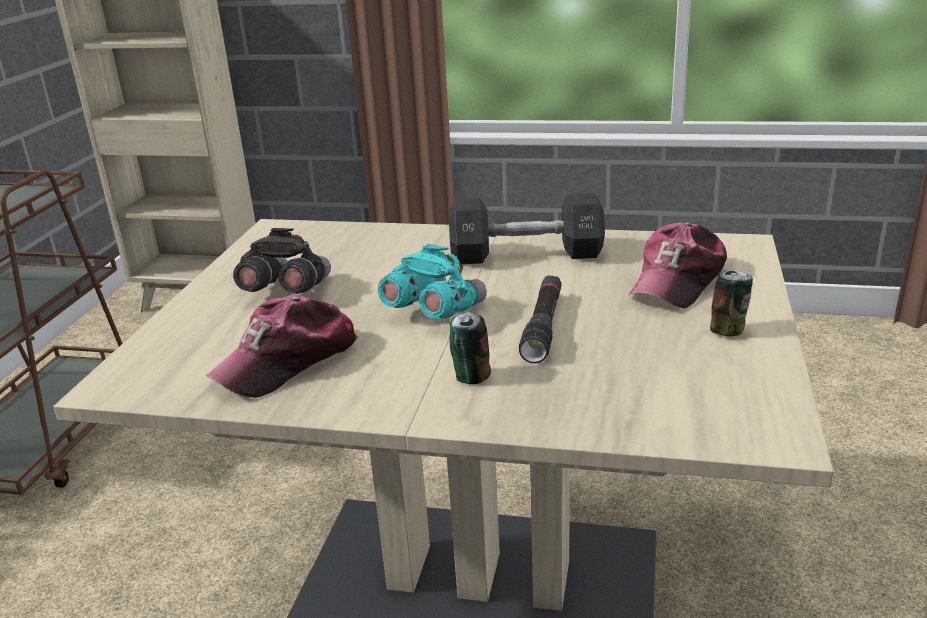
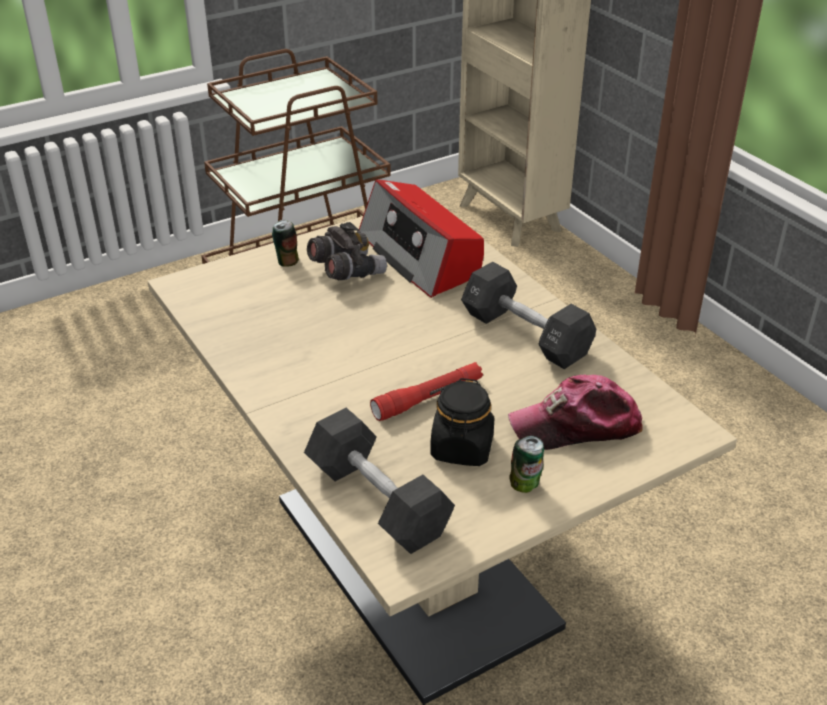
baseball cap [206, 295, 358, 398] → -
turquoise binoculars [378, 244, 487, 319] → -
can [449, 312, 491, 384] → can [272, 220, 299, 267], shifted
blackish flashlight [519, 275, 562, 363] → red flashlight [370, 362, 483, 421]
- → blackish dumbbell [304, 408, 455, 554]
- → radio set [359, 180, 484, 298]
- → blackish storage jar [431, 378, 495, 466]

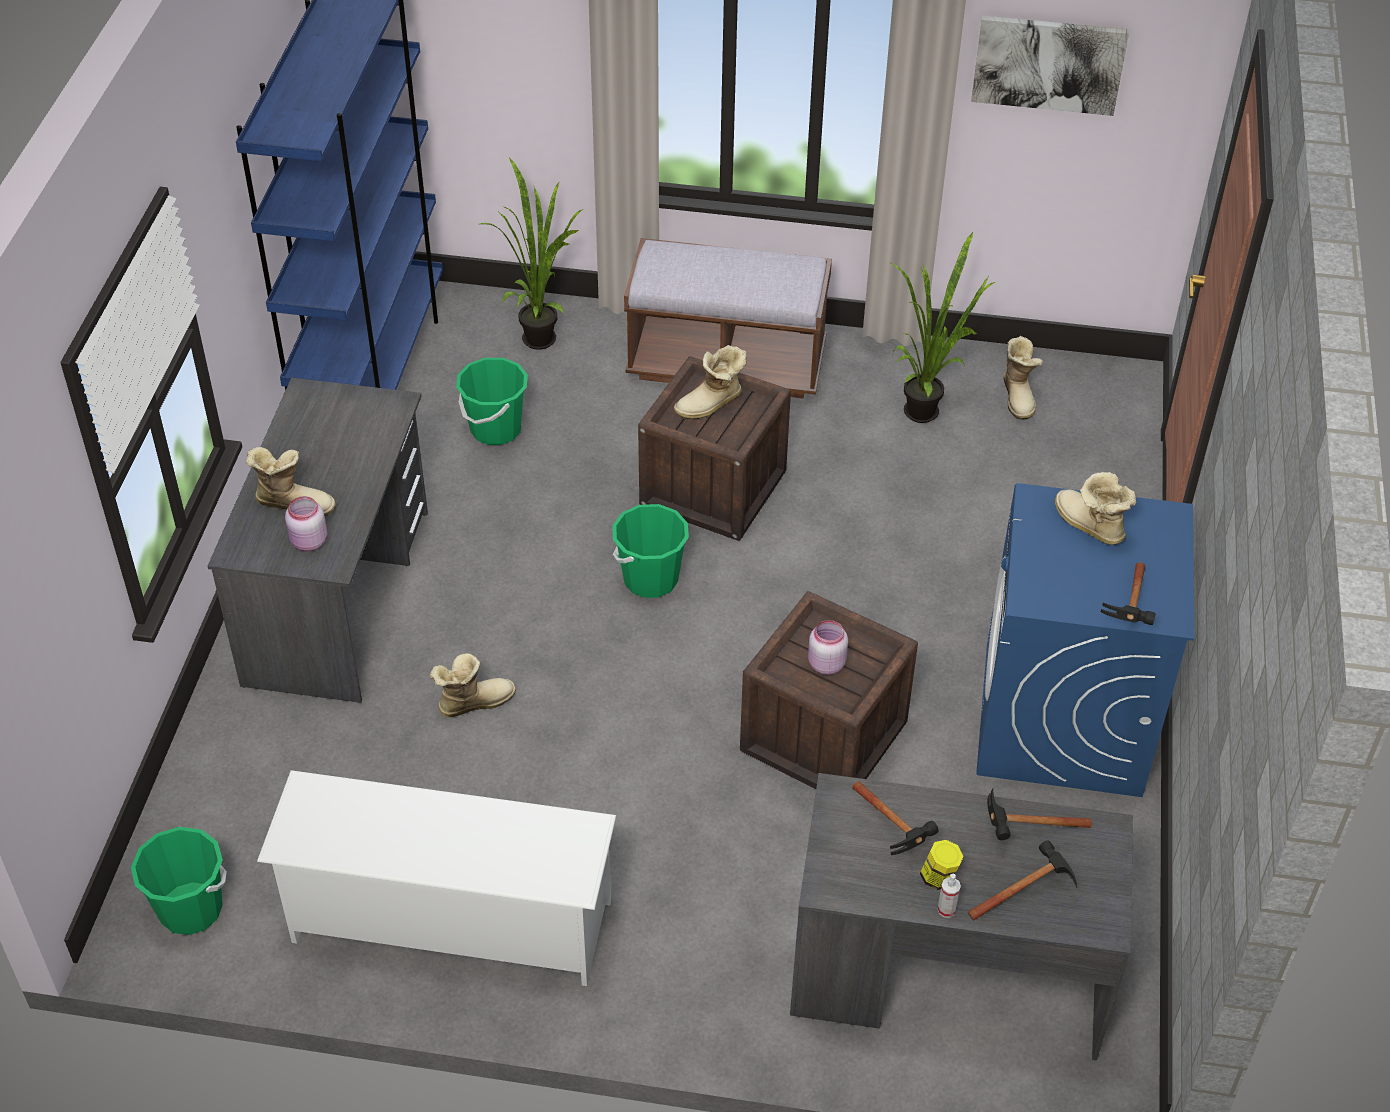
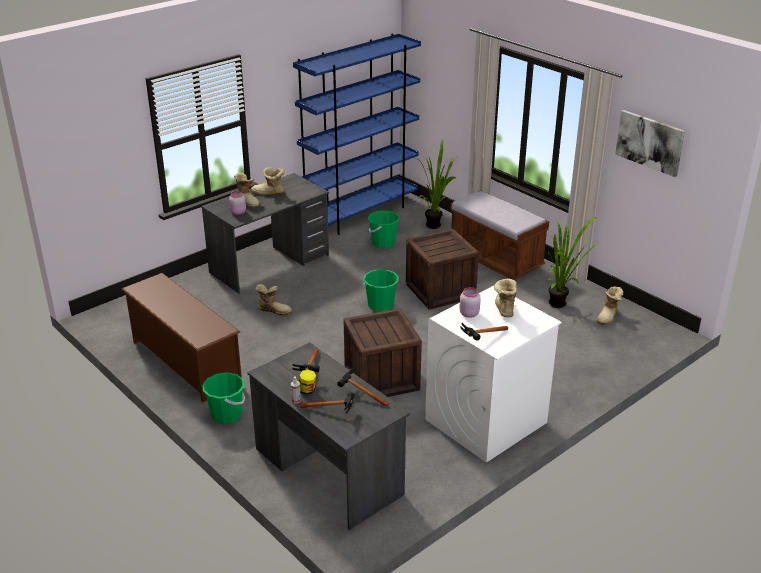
green water bucket [131, 827, 227, 935] → green water bucket [202, 372, 245, 424], shifted
white shoe stand [257, 770, 616, 986] → brown-coloured shoe stand [121, 273, 242, 403]
tall boot [674, 345, 747, 420] → tall boot [251, 167, 284, 195], shifted
pink storage jar [808, 620, 848, 675] → pink storage jar [459, 287, 481, 318], shifted
blue washing machine [976, 483, 1194, 797] → white washing machine [425, 286, 562, 463]

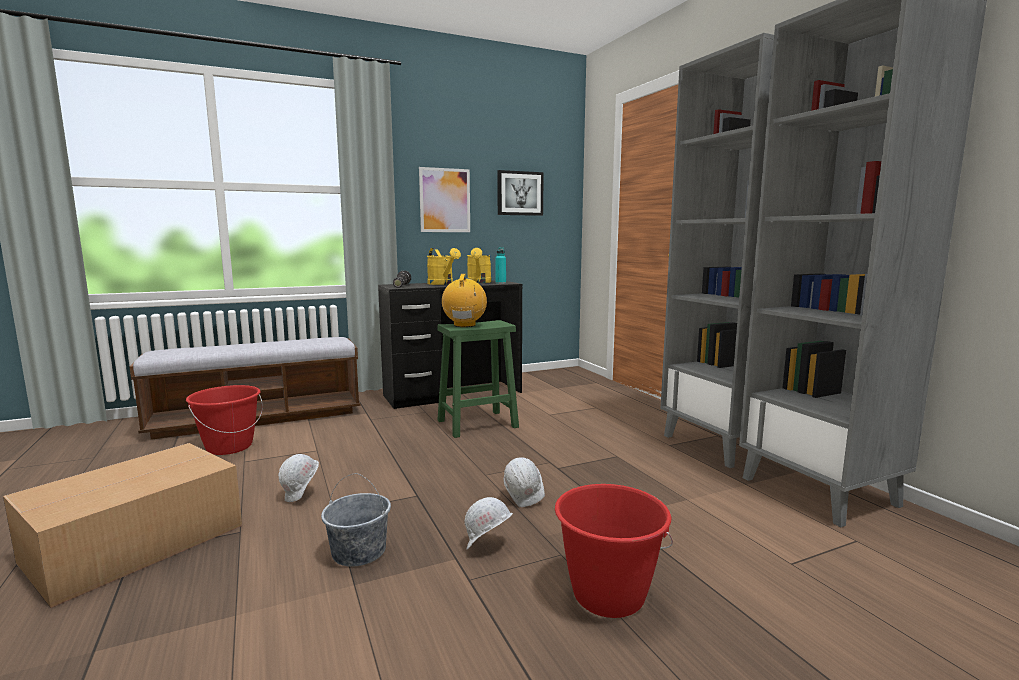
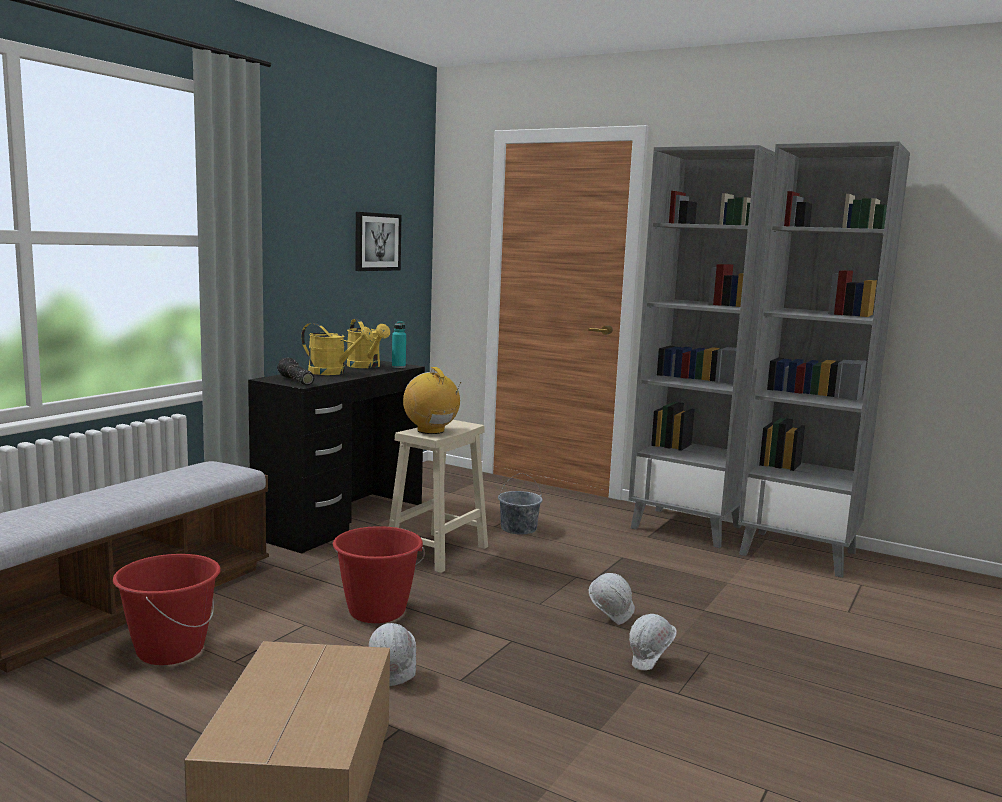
grey water bucket [321, 473, 391, 567] → grey water bucket [498, 473, 542, 535], shifted
wall picture [419, 167, 470, 232] → -
green sitting stool [437, 320, 519, 438] → beige sitting stool [389, 420, 488, 573]
red water bucket [555, 484, 673, 618] → red water bucket [332, 526, 425, 623], shifted

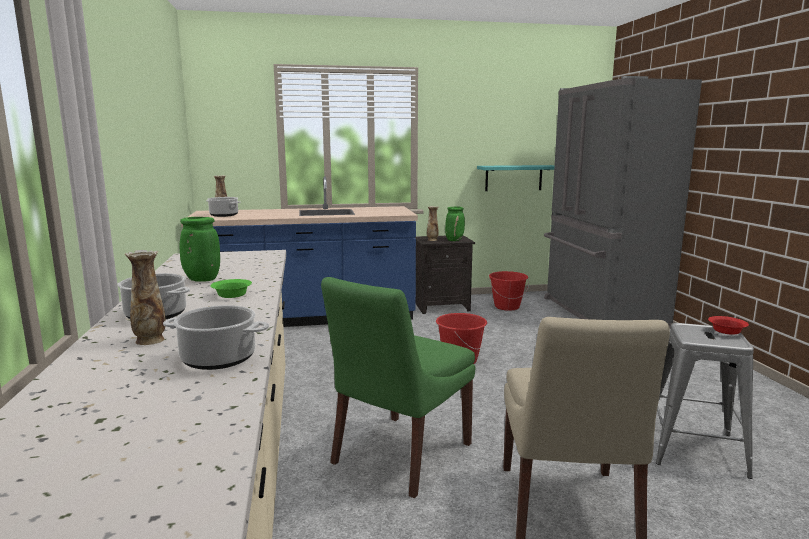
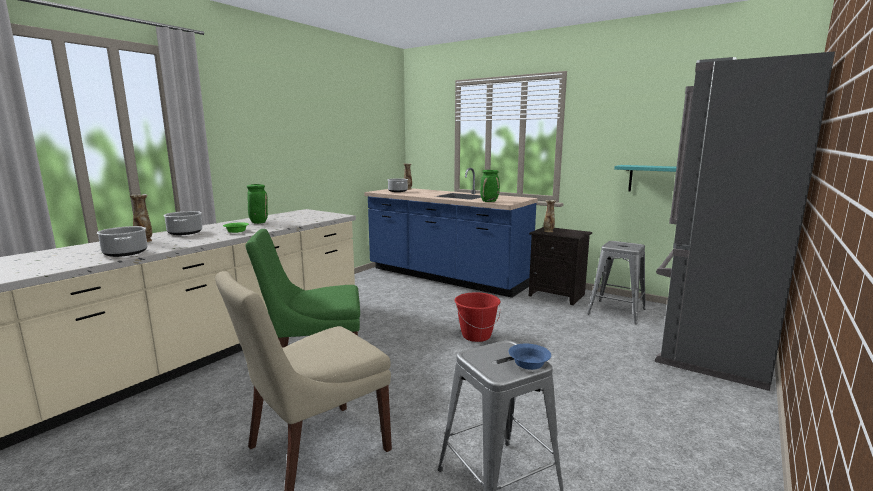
green flower vase [445, 206, 465, 241] → green flower vase [480, 170, 500, 202], shifted
red water bucket [489, 271, 529, 311] → grey sitting stool [587, 241, 646, 324]
red serving bowl [708, 316, 749, 335] → blue serving bowl [509, 344, 551, 370]

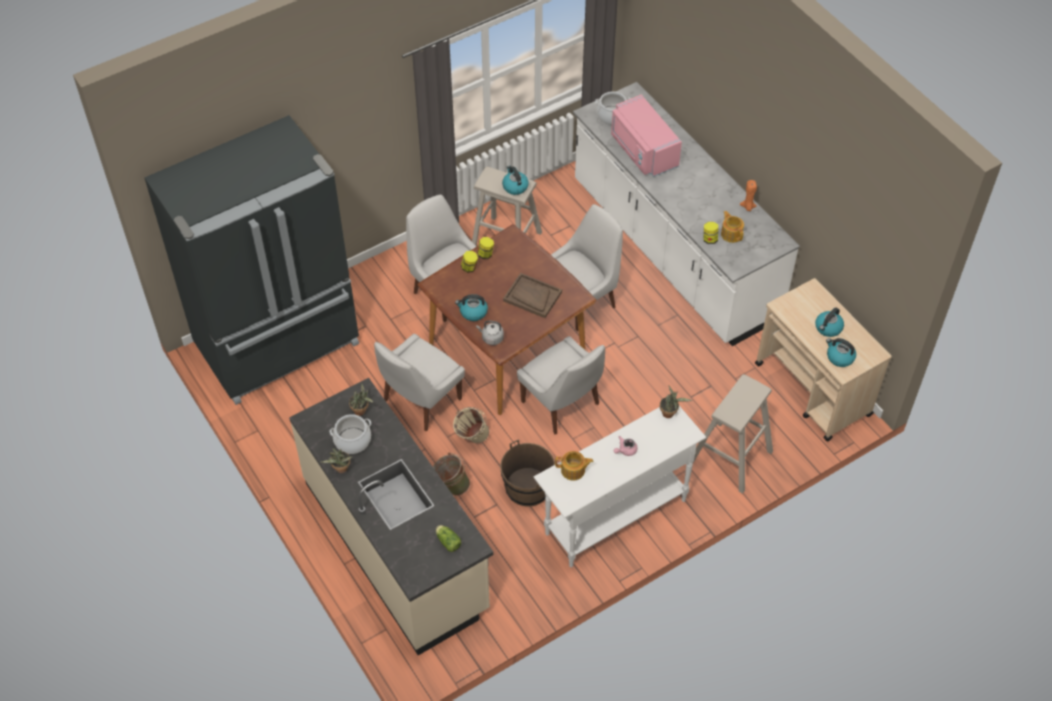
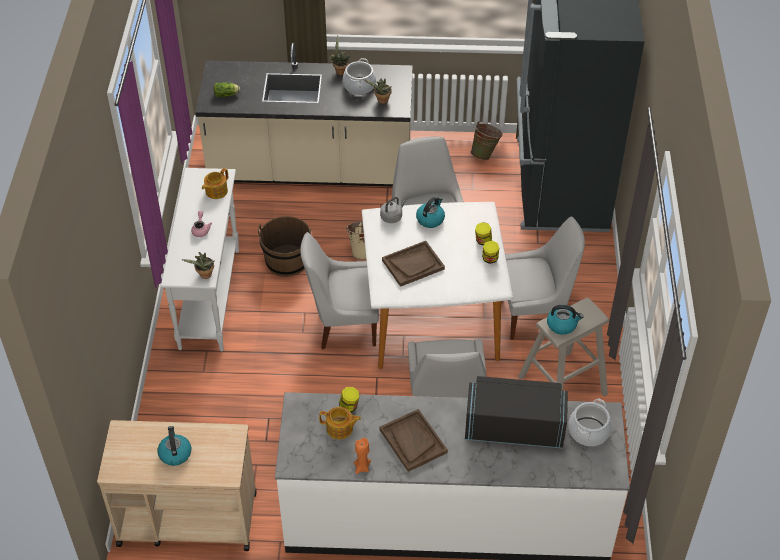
brown-coloured dining table [417, 224, 596, 415] → white dining table [362, 202, 513, 369]
green water bucket [433, 453, 470, 496] → green water bucket [471, 121, 503, 160], shifted
pink kitchen microwave [611, 95, 682, 177] → blackish kitchen microwave [465, 376, 568, 449]
beige sitting stool [693, 374, 773, 494] → -
tea kettle [826, 338, 856, 367] → -
- → brown-coloured carrying tray [380, 409, 448, 472]

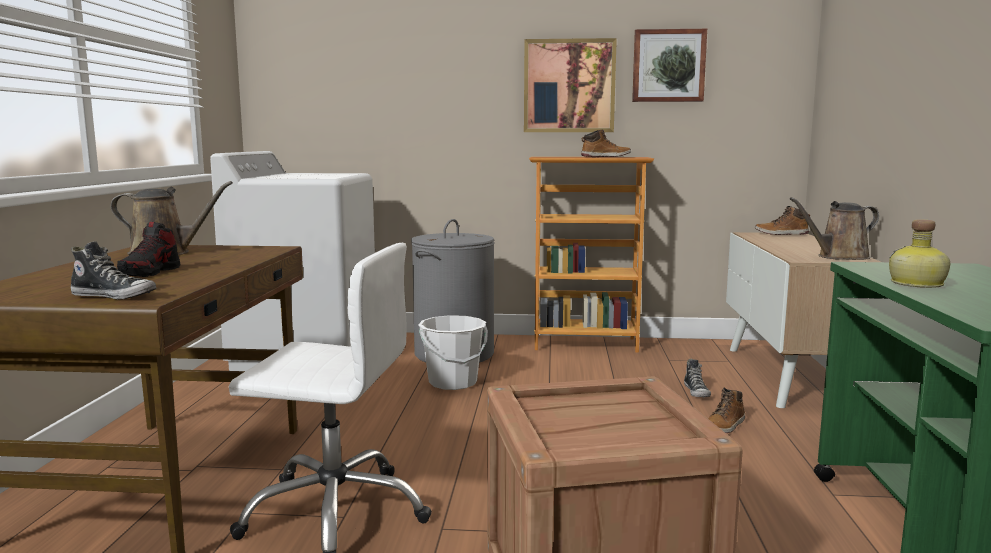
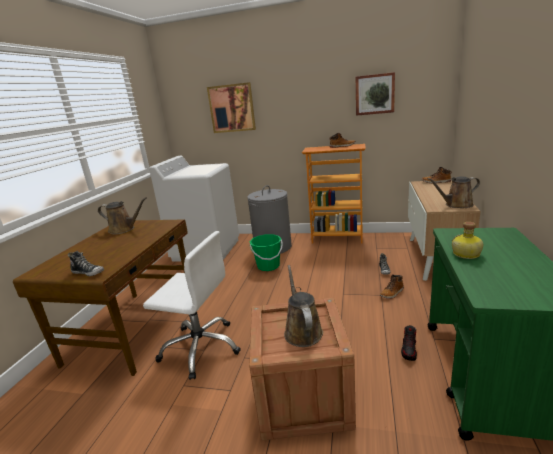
item of footwear [117, 222, 180, 277] → item of footwear [401, 325, 417, 361], shifted
white water bucket [418, 315, 488, 390] → green water bucket [250, 234, 283, 271]
wall picture [524, 38, 617, 132] → wall picture [207, 82, 256, 133], shifted
- → brown-coloured watering can [284, 265, 323, 347]

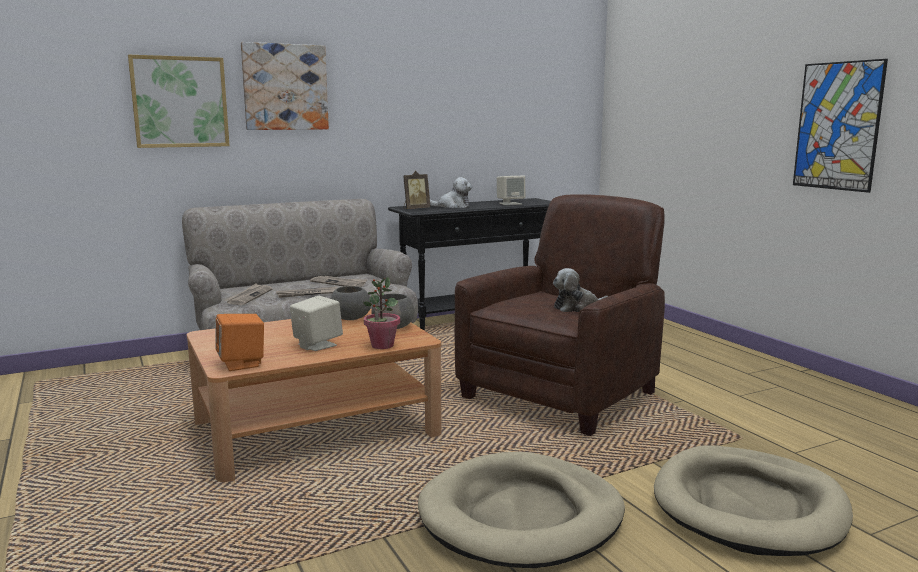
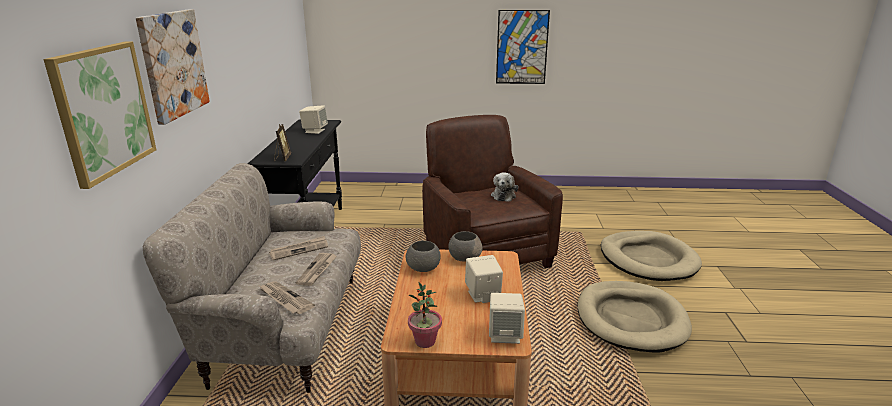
orange-coloured speaker [215, 314, 264, 371] → beige speaker [489, 293, 525, 344]
plant in a pot [363, 277, 400, 349] → plant in a pot [408, 282, 442, 348], shifted
plush toy [430, 177, 472, 208] → -

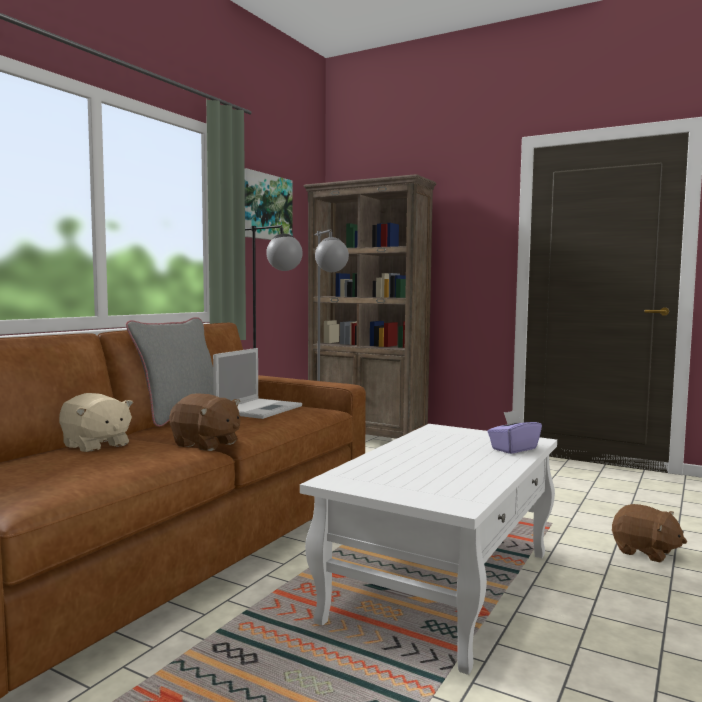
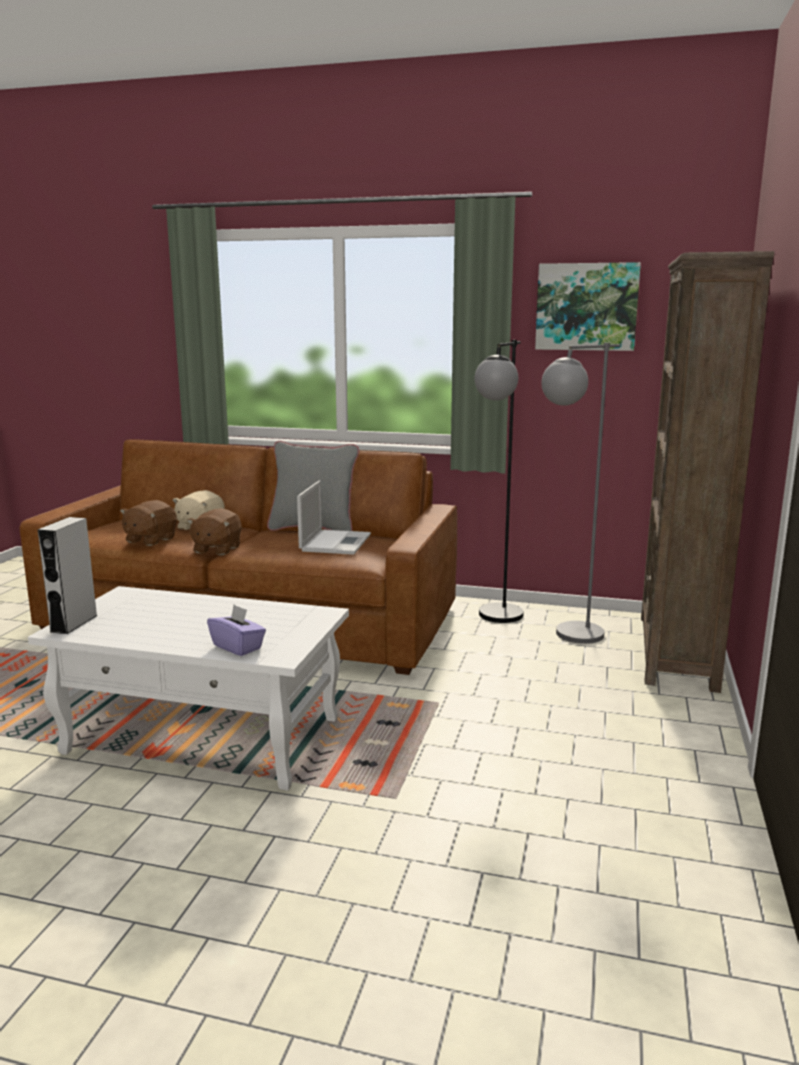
portable computer [213, 348, 302, 419] → portable computer [297, 480, 371, 555], 90 degrees counterclockwise
brown-coloured plush toy [612, 504, 687, 563] → brown-coloured plush toy [120, 500, 177, 546], shifted
- → grey speaker [37, 517, 98, 634]

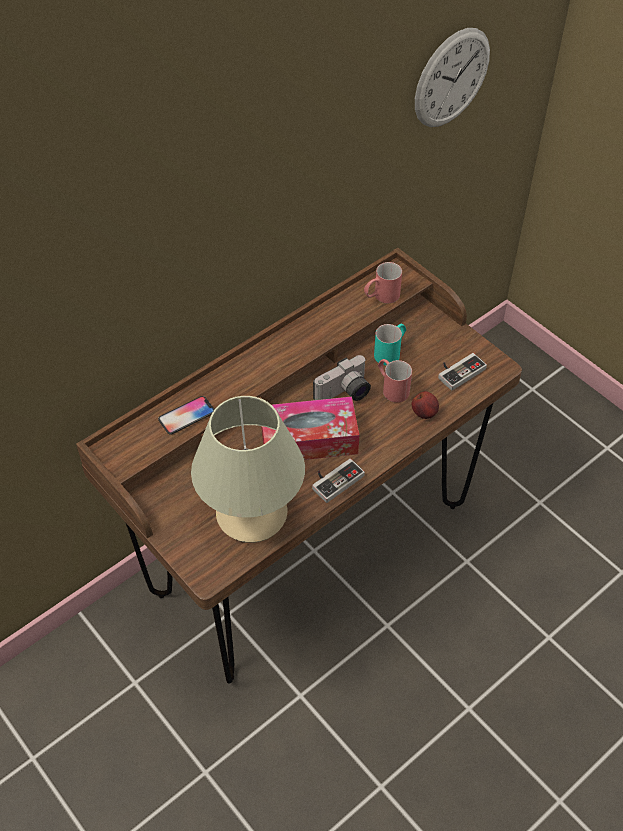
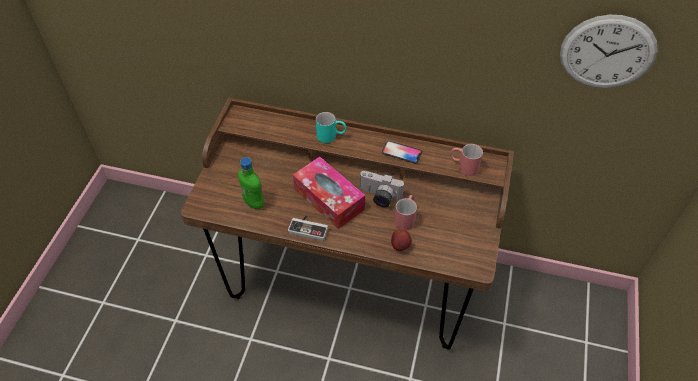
phone [158, 396, 215, 435] → phone [382, 141, 422, 163], shifted
beige table lamp [191, 396, 305, 543] → green bottle [238, 157, 264, 209]
turquoise mug [374, 324, 406, 365] → turquoise mug [316, 112, 346, 143], shifted
joypad [438, 353, 487, 391] → -

